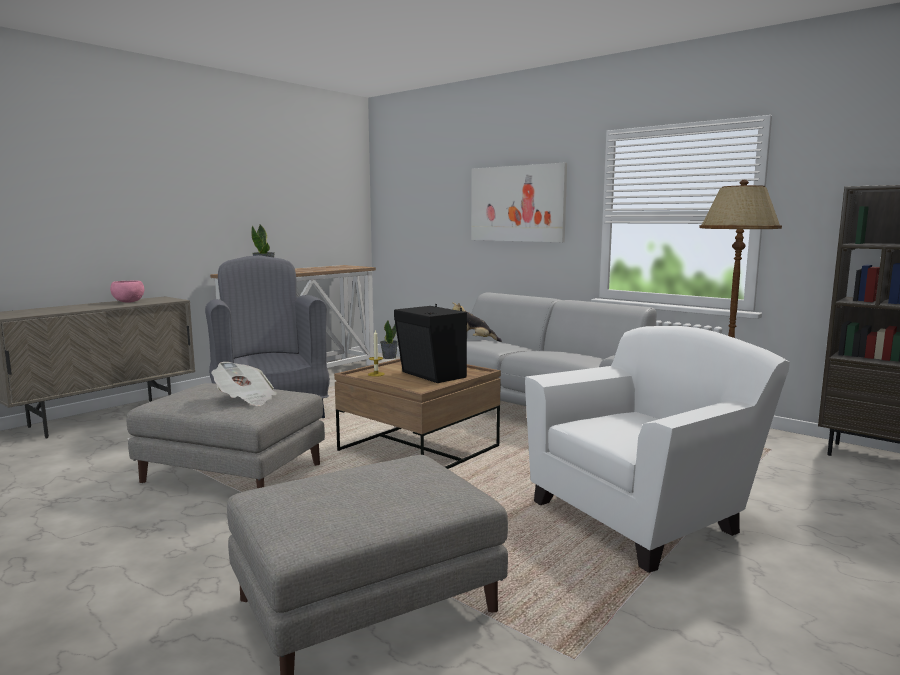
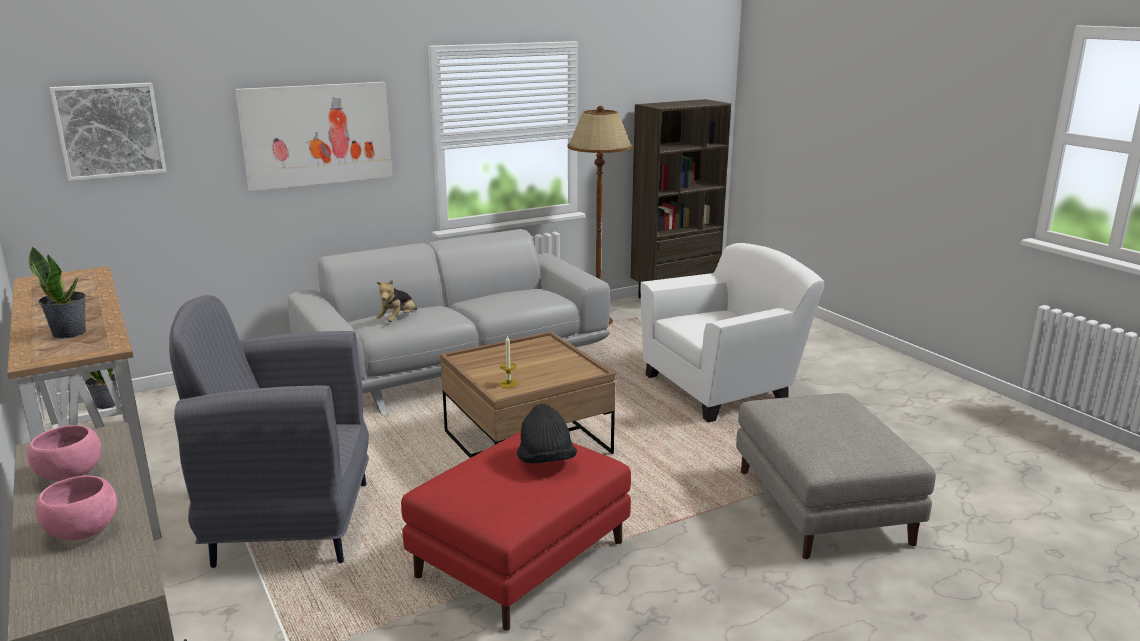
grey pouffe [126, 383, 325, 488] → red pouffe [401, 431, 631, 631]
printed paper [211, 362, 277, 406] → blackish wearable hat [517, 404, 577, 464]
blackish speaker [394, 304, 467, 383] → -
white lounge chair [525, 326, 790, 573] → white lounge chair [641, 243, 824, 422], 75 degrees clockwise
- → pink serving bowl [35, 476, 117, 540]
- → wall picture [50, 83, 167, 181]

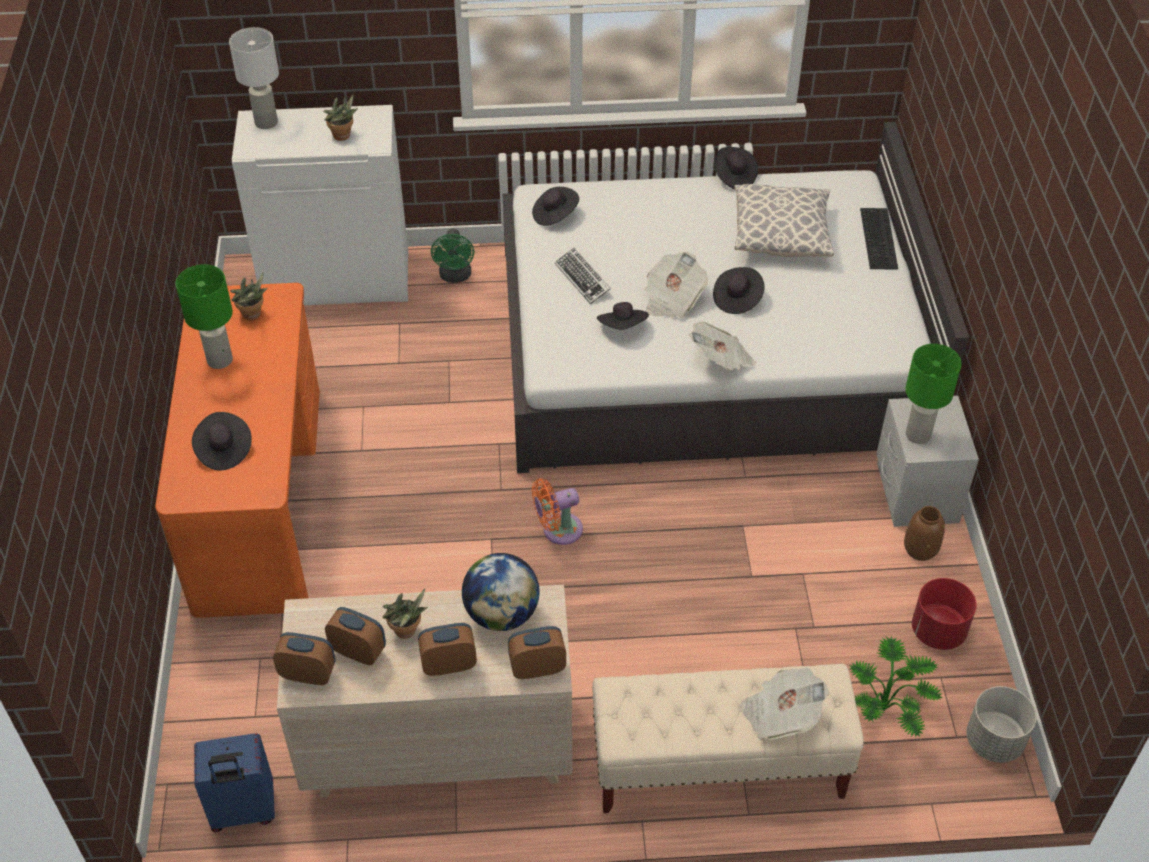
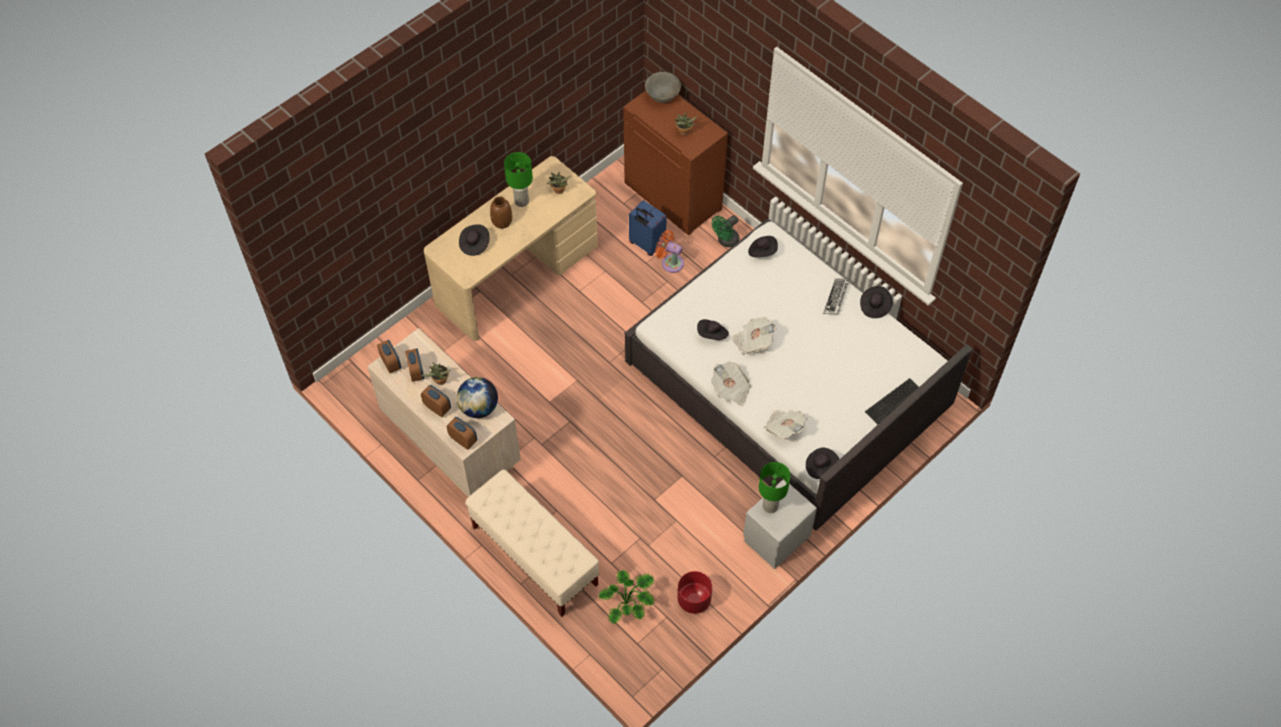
orange-coloured desk [155, 283, 320, 618] → beige desk [424, 156, 598, 341]
blue suitcase [194, 733, 275, 832] → blue suitcase [629, 200, 667, 256], shifted
white table lamp [229, 27, 279, 129] → grey serving bowl [645, 72, 681, 103]
white cabinet [232, 105, 408, 305] → brown-coloured cabinet [623, 91, 728, 235]
orange-coloured electric fan [532, 479, 583, 545] → orange-coloured electric fan [655, 230, 684, 273], shifted
keyboard [555, 248, 611, 305] → keyboard [823, 278, 850, 315], shifted
blackish wearable hat [713, 267, 764, 314] → blackish wearable hat [806, 448, 839, 479], shifted
cushion [734, 184, 834, 257] → -
printed paper [740, 667, 829, 740] → printed paper [764, 410, 808, 439], shifted
brown-coloured flower vase [904, 506, 945, 561] → brown-coloured flower vase [490, 196, 512, 229], shifted
grey planter [966, 686, 1037, 763] → -

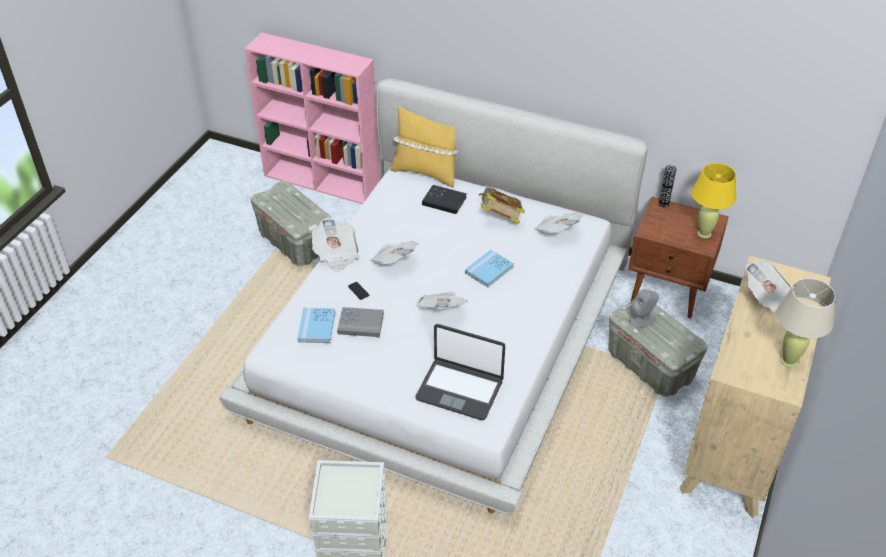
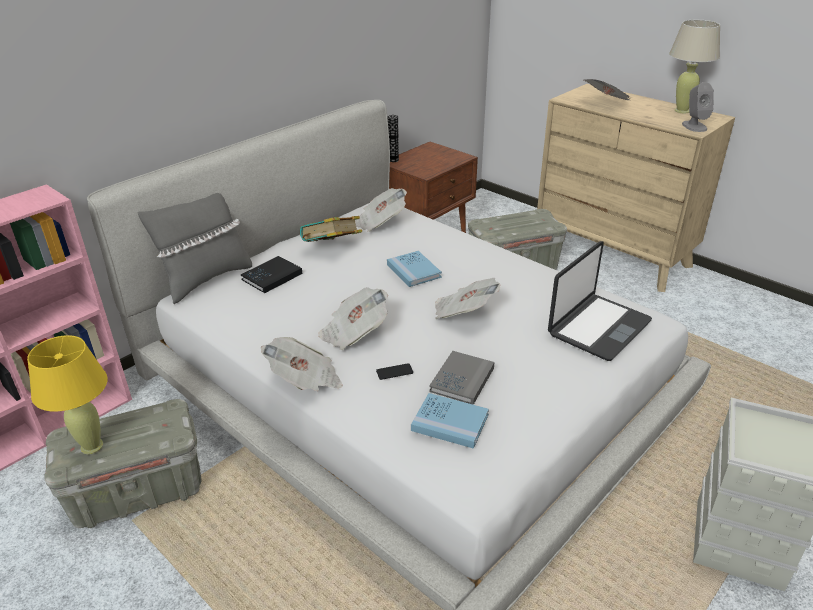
yellowish cushion [390, 106, 458, 187] → grey cushion [138, 193, 252, 304]
grey speaker [629, 289, 659, 328] → grey speaker [682, 82, 714, 132], shifted
yellowish table lamp [691, 163, 736, 238] → yellowish table lamp [27, 335, 108, 454], shifted

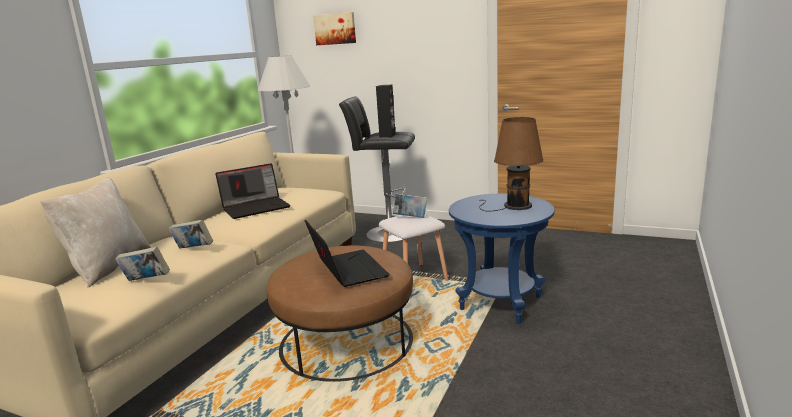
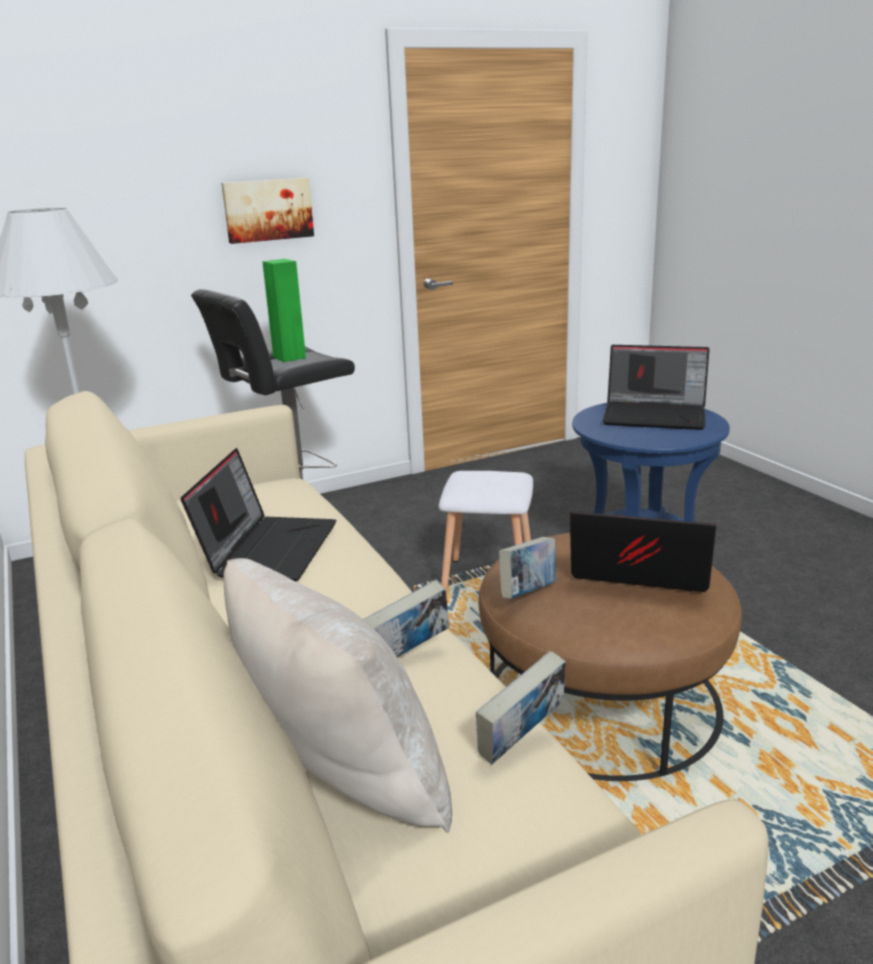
wall picture [313, 12, 356, 45] → wall picture [221, 178, 314, 244], shifted
blackish speaker [376, 85, 396, 137] → green speaker [262, 259, 306, 362]
volume [393, 193, 427, 218] → volume [499, 537, 556, 599], shifted
brown-coloured table lamp [479, 117, 544, 211] → portable computer [602, 345, 710, 430]

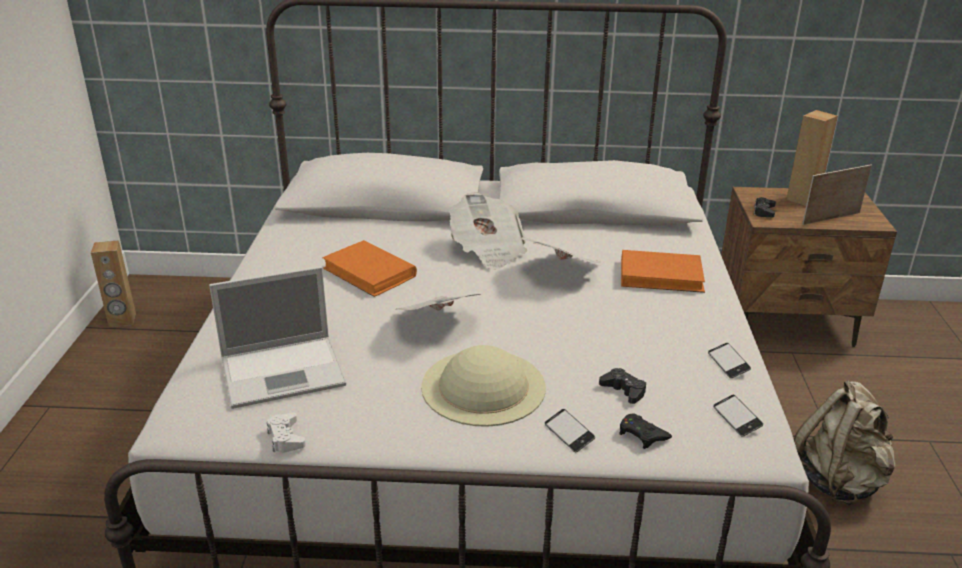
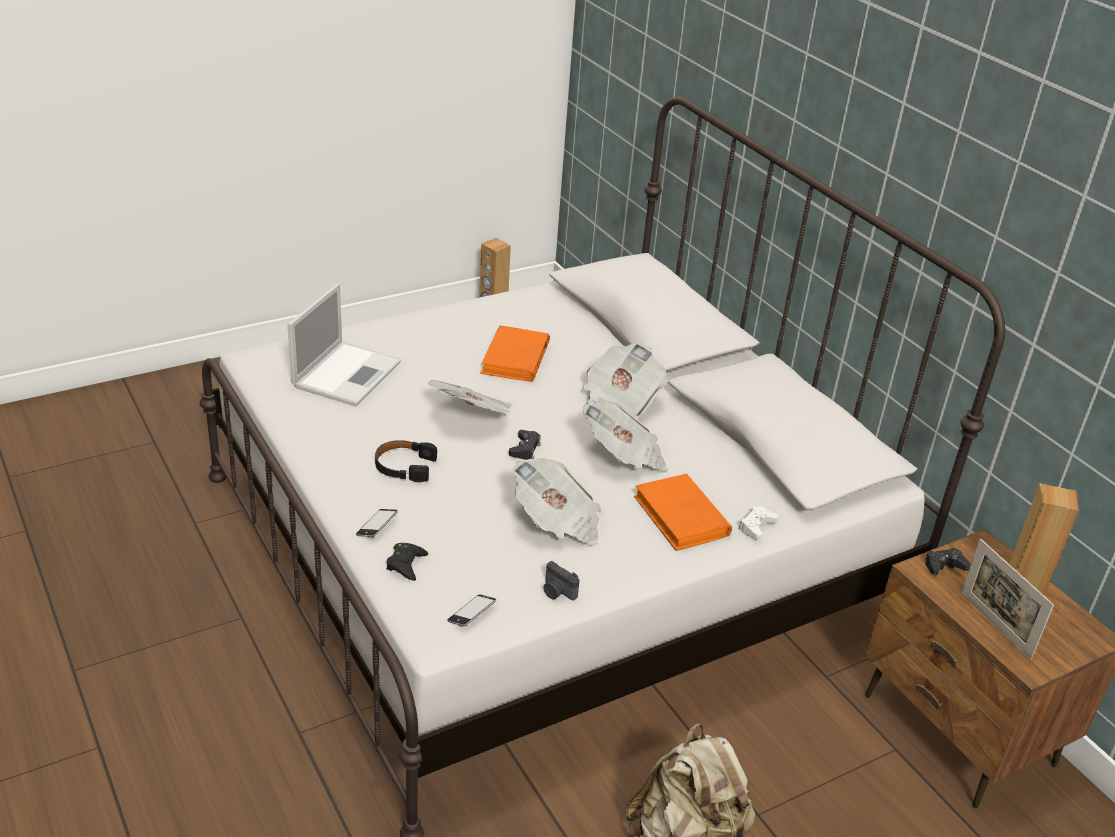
portable computer [209, 266, 346, 409] → portable computer [288, 283, 401, 407], 105 degrees counterclockwise
white joypad [267, 412, 306, 453] → white joypad [738, 506, 778, 540], shifted
beige wearable hat [421, 345, 546, 427] → blackish pair of headphones [375, 440, 437, 482]
blackish joypad [599, 368, 646, 404] → blackish joypad [509, 430, 541, 460], shifted
phone [708, 343, 751, 378] → photo camera [544, 561, 579, 600]
standing frame [802, 165, 872, 225] → standing frame [961, 539, 1054, 660], 150 degrees counterclockwise
- → printed paper [513, 458, 601, 546]

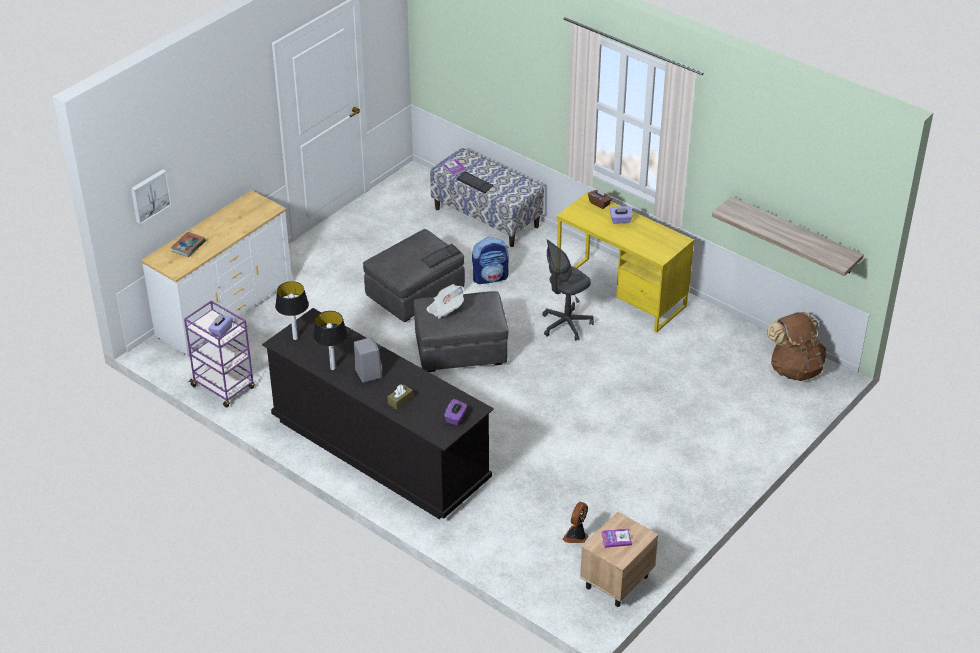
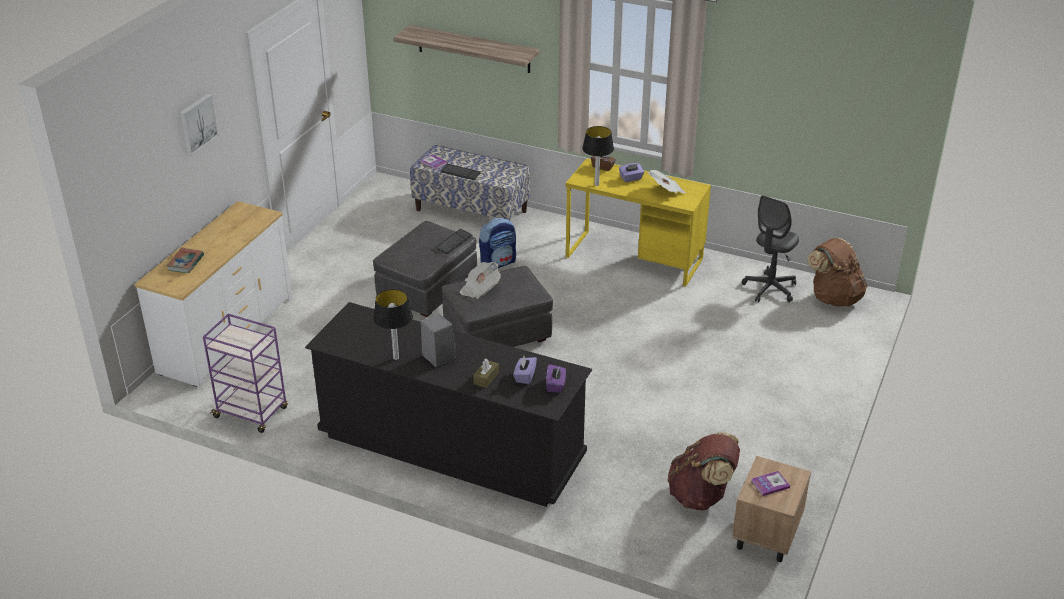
wall picture [131, 169, 171, 225] → wall picture [179, 93, 219, 156], shifted
purple-coloured tissue box [208, 314, 233, 338] → purple-coloured tissue box [513, 356, 537, 384], shifted
table lamp [275, 281, 309, 340] → table lamp [582, 126, 614, 186], shifted
grey desk chair [542, 240, 594, 341] → grey desk chair [742, 195, 799, 303], shifted
electric fan [563, 502, 588, 543] → brown-coloured rucksack [667, 432, 740, 511]
wall shelf [712, 196, 864, 276] → wall shelf [393, 25, 540, 73], shifted
- → printed paper [648, 170, 686, 193]

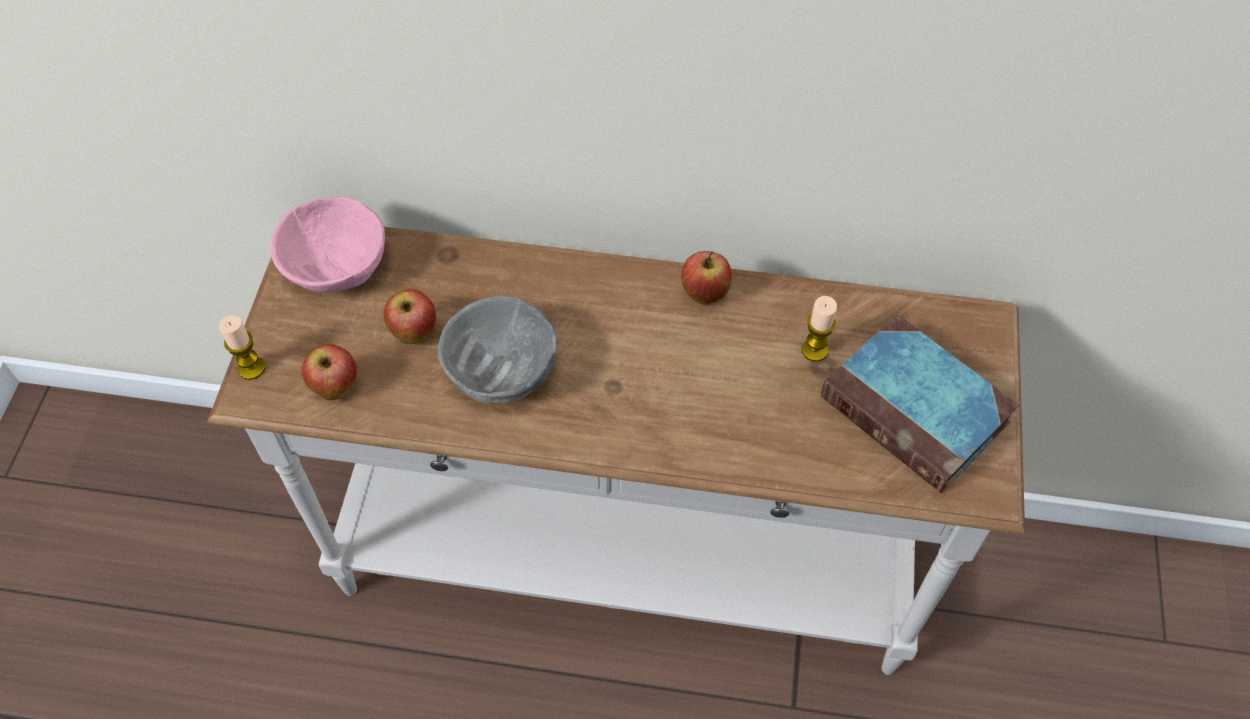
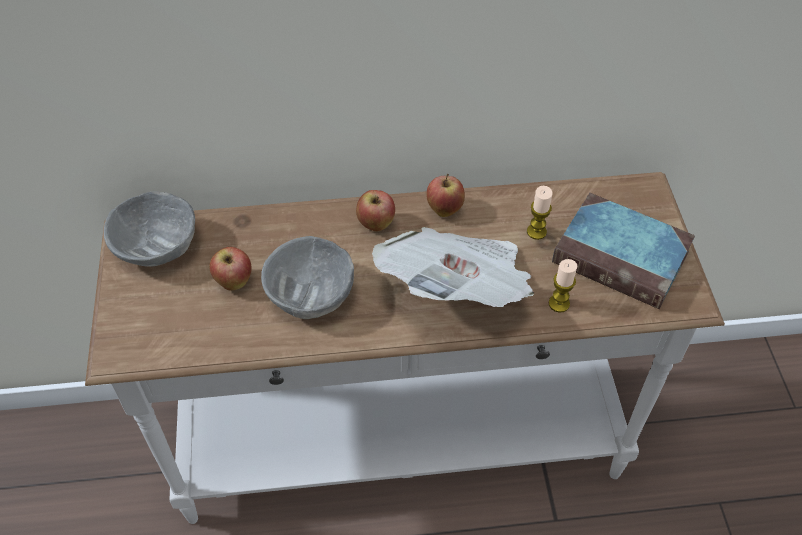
candle [219, 315, 265, 380] → candle [549, 259, 577, 312], shifted
pink serving bowl [270, 196, 385, 293] → grey serving bowl [104, 191, 195, 267]
apple [301, 344, 357, 400] → apple [356, 190, 395, 231], shifted
- → printed paper [372, 227, 535, 307]

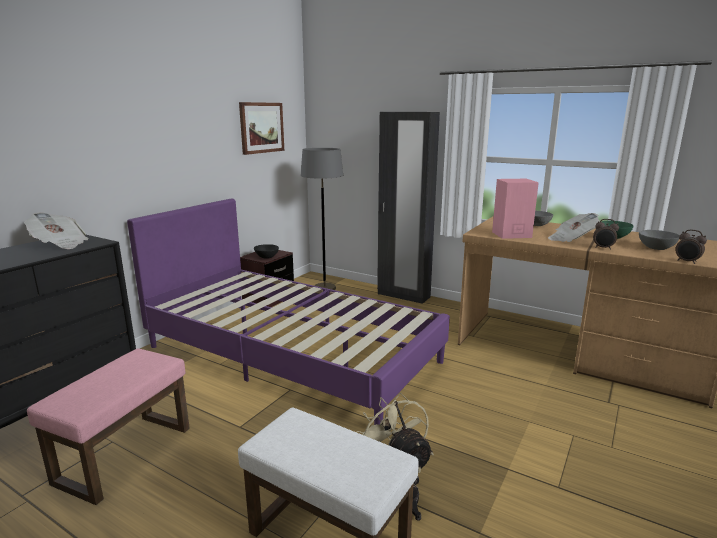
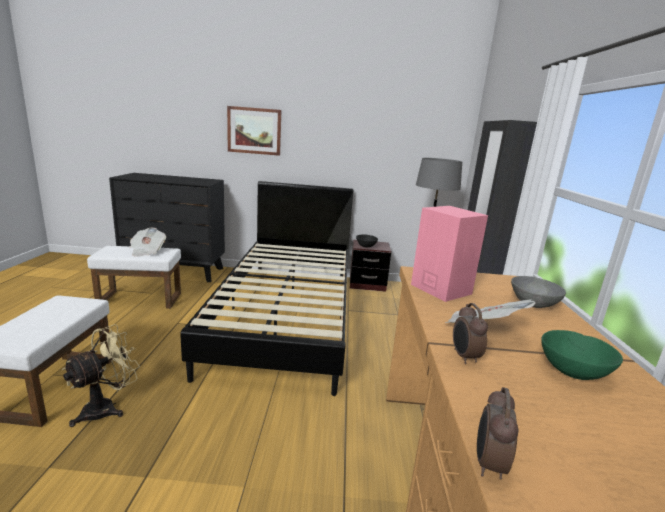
printed paper [24, 213, 89, 249] → printed paper [130, 228, 166, 257], shifted
pink pouffe [27, 348, 190, 505] → white pouffe [87, 246, 181, 309]
purple-coloured sleeping bed [127, 198, 450, 425] → blackish sleeping bed [180, 181, 353, 396]
wall picture [239, 102, 284, 155] → wall picture [227, 106, 281, 156], shifted
grey serving bowl [639, 230, 680, 250] → -

